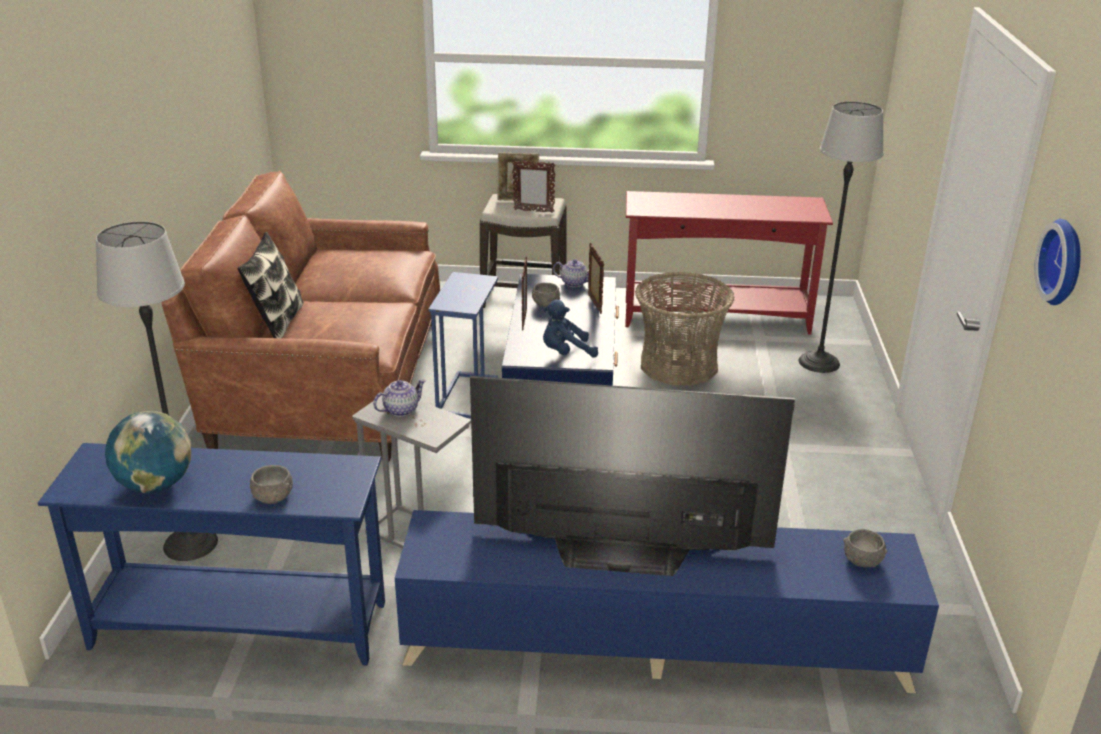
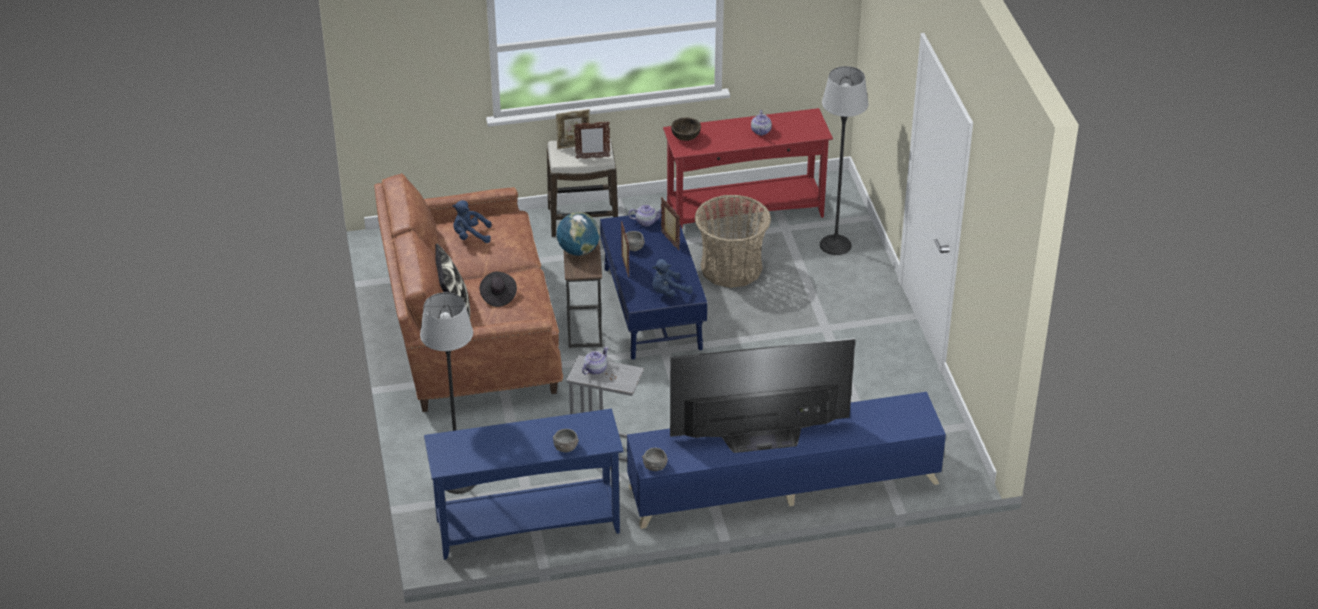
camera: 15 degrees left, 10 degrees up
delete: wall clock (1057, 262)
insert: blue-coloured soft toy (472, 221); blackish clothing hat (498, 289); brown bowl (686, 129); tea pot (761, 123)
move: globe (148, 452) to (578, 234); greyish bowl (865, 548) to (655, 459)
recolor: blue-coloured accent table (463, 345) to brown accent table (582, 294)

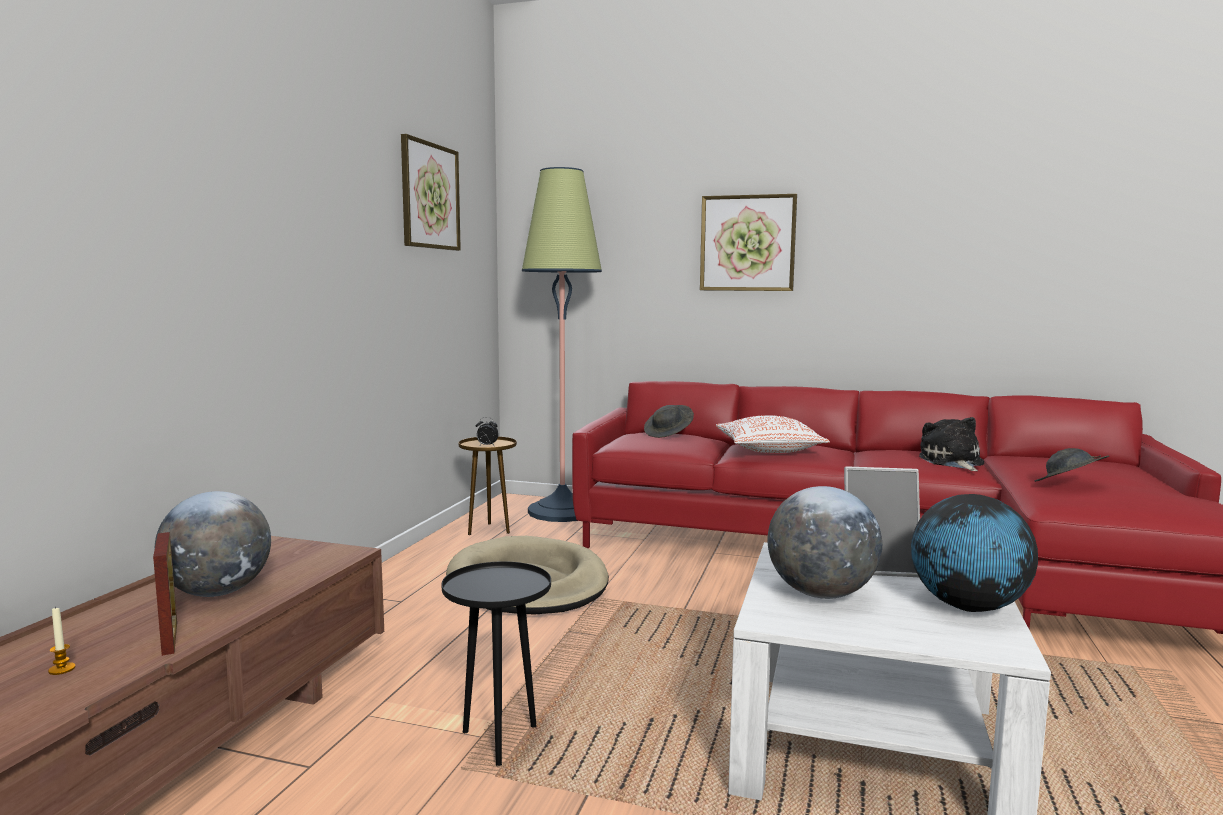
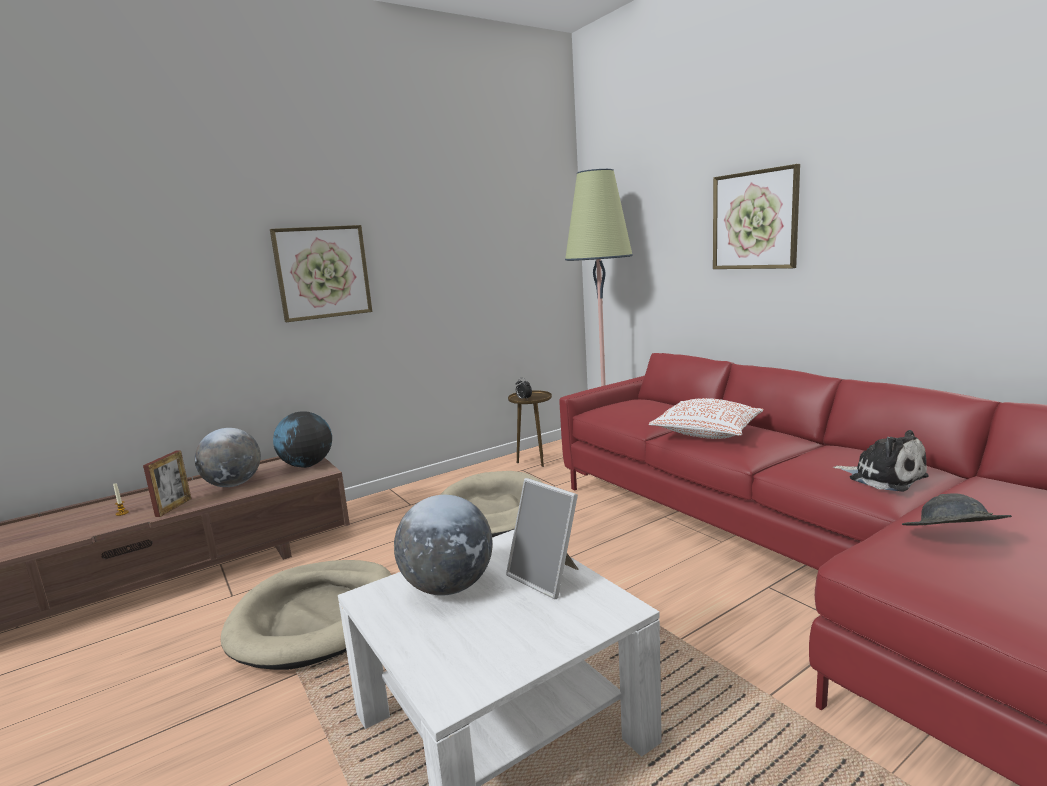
camera: 40 degrees right, 5 degrees up
delete: greyish clothing hat (669, 421)
move: wall art (431, 192) to (321, 273); globe (974, 553) to (302, 439)
replace: blackish accent table (496, 663) to beige dog cushion (306, 615)
rotate: soft toy (951, 444) = (881, 461) 105 degrees clockwise

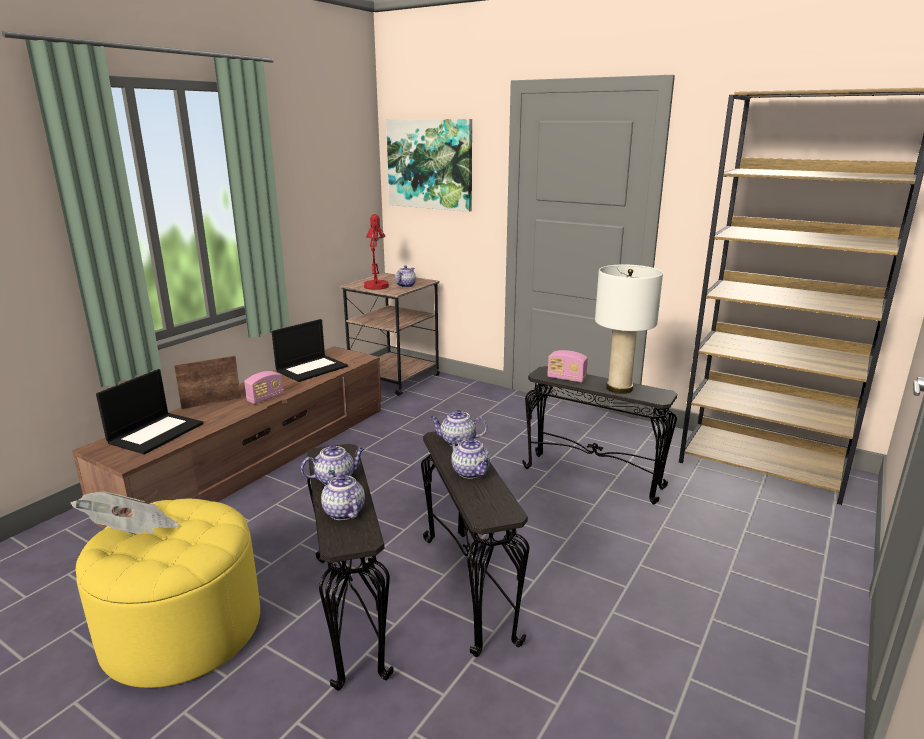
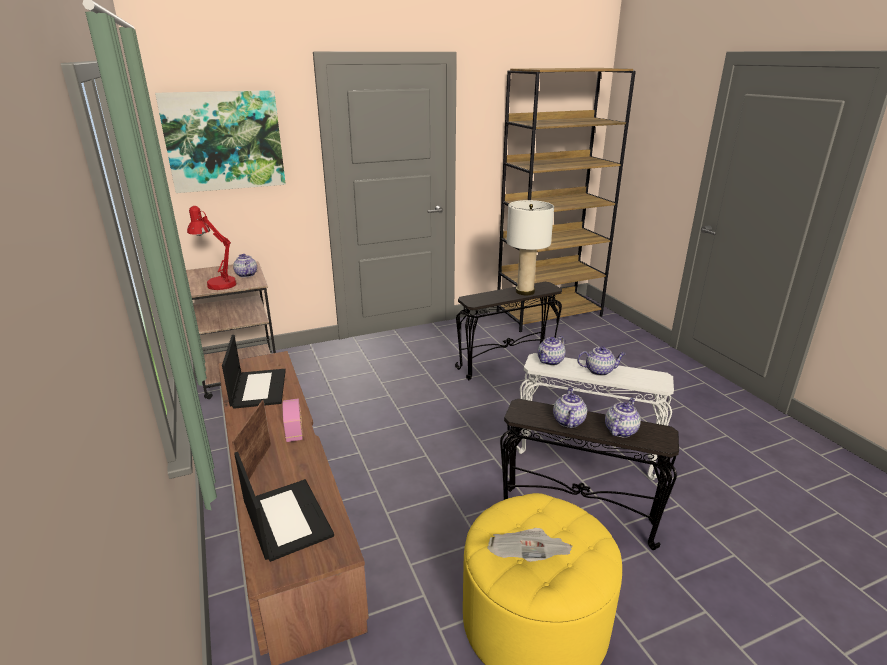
camera: 55 degrees left, 5 degrees up
delete: radio (567, 366)
recolor: blackish accent table (475, 544) to white accent table (595, 416)
rotate: tea pot (343, 495) = (623, 418) 120 degrees clockwise

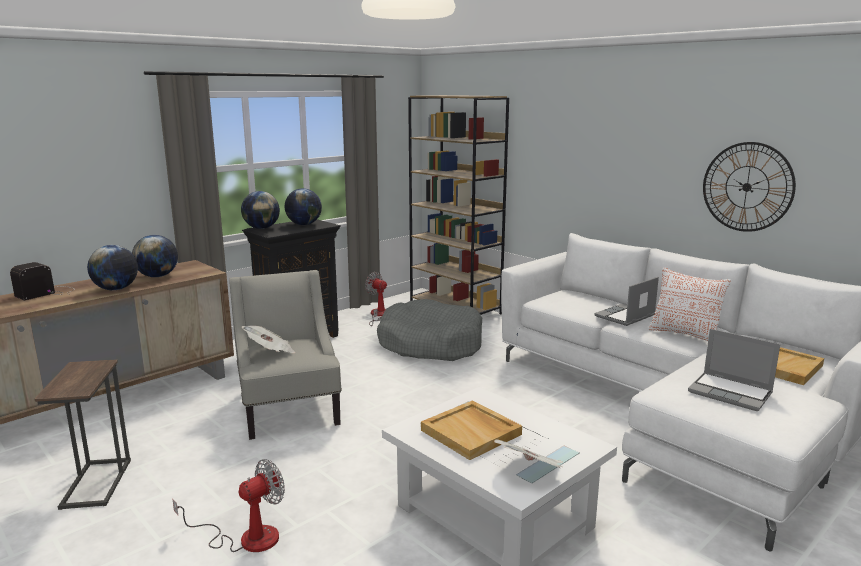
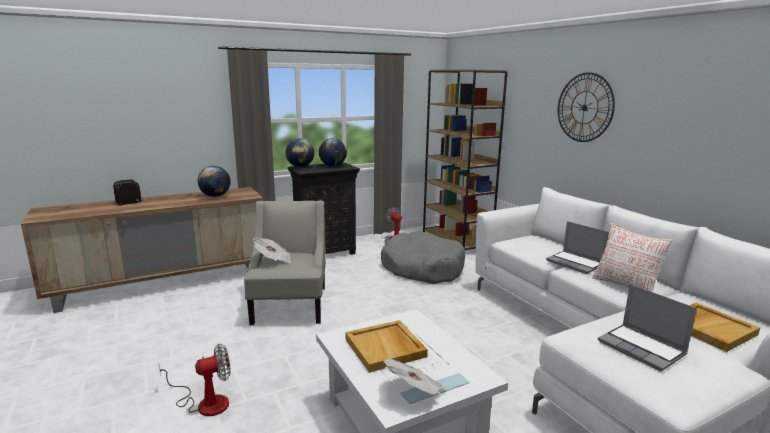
camera: 15 degrees right, 0 degrees up
delete: brown accent table (82, 434); globe (112, 267)
move: wall clock (749, 187) to (586, 107)
rotate: laptop (626, 301) = (577, 247) 105 degrees counterclockwise

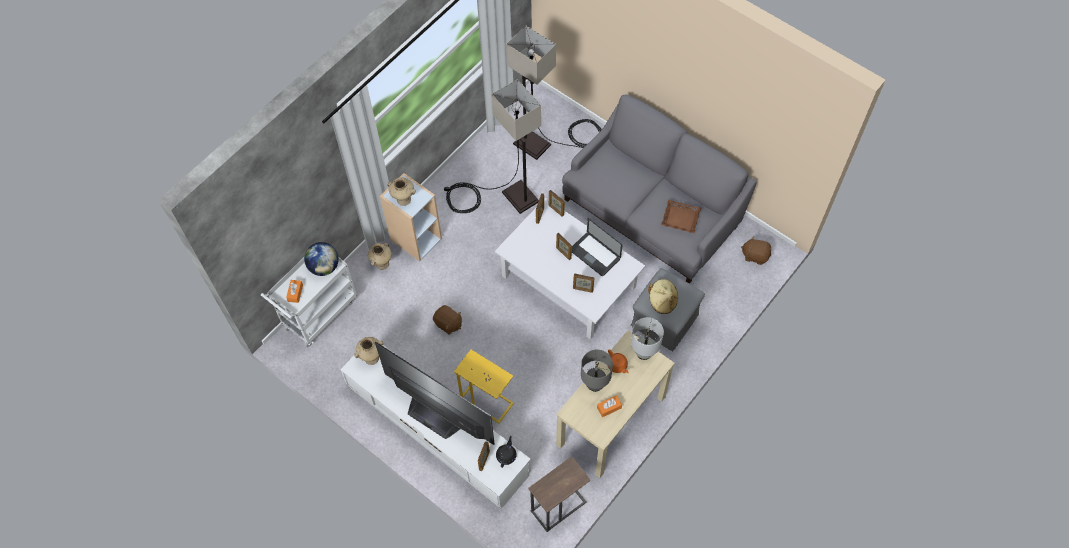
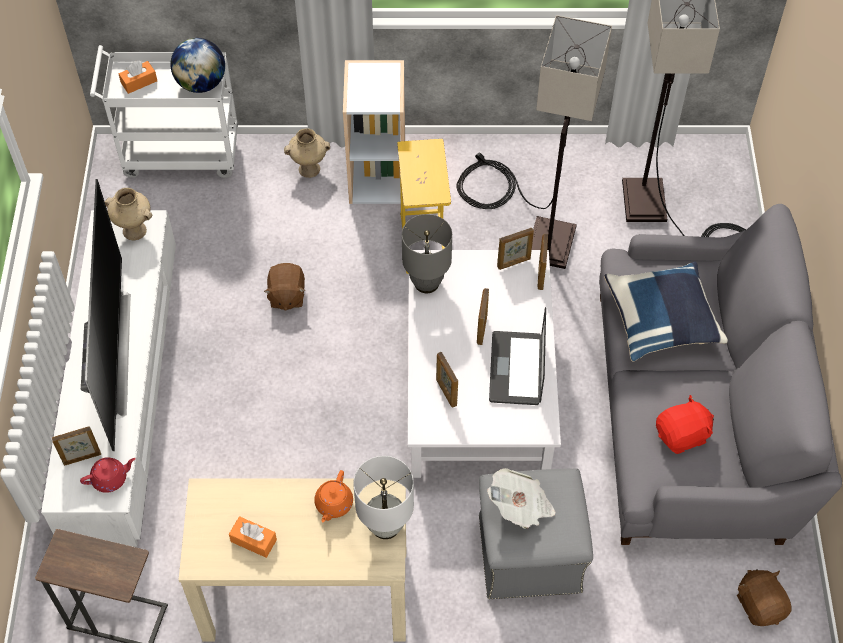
camera: 50 degrees right, 5 degrees down
delete: beige decorative vase (401, 191)
insert: blue-coloured throw pillow (666, 311)
move: yellow accent table (484, 387) to (424, 206); greyish tabletop lamp (597, 370) to (427, 253)
replace: beige clothing hat (663, 296) to printed paper (521, 498); brown serving tray (681, 216) to red soft toy (685, 424)
recolor: blackish tea pot (506, 452) to red tea pot (108, 475)

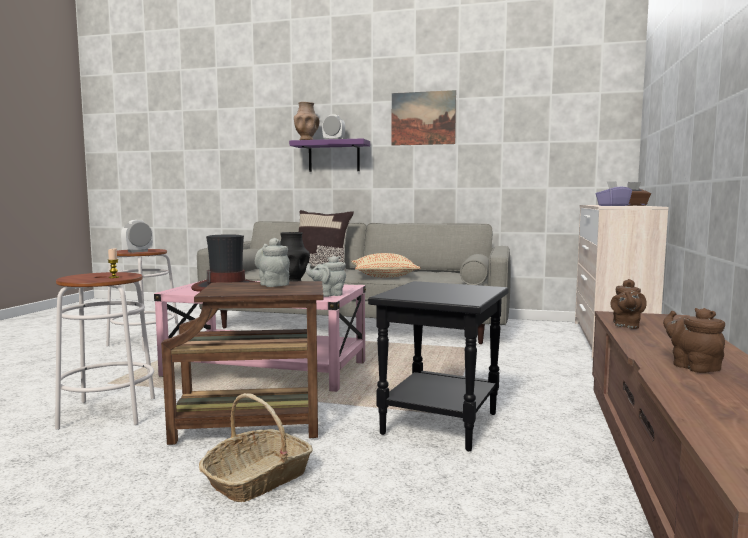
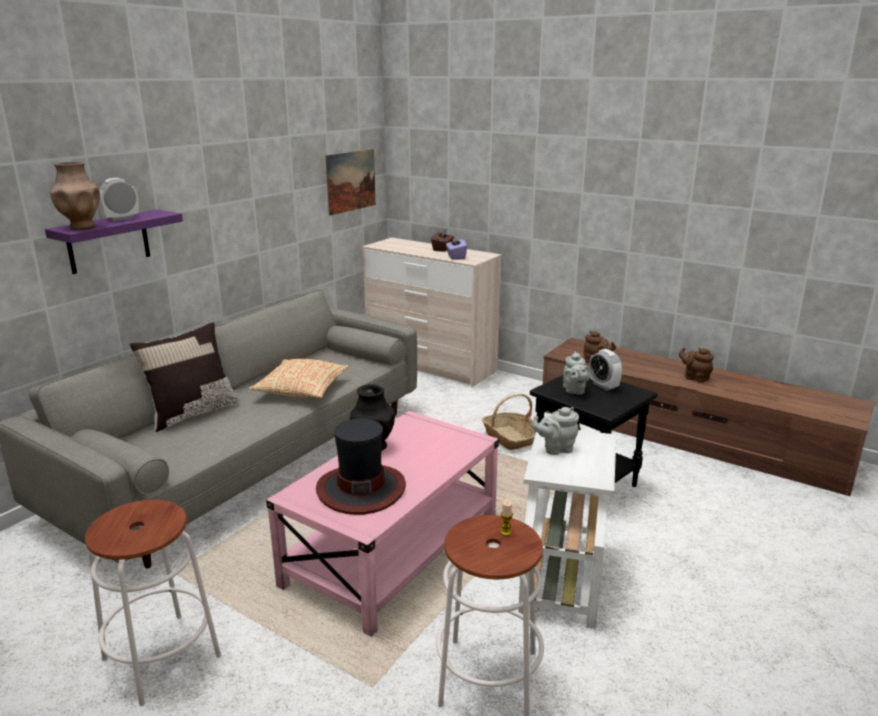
camera: 70 degrees left, 15 degrees up
move: wall art (423, 118) to (350, 182); basket (256, 447) to (509, 422); greyish tea pot (326, 276) to (577, 373); table clock (137, 236) to (605, 370)
recolor: brown accent table (242, 363) to white accent table (567, 529)
rotate: brown tea pot (694, 340) = (696, 365) 45 degrees clockwise

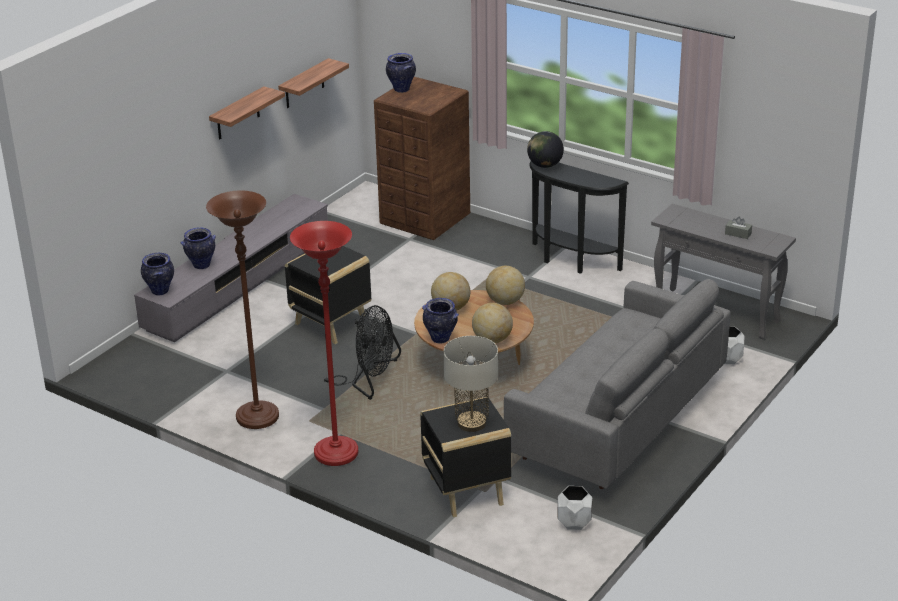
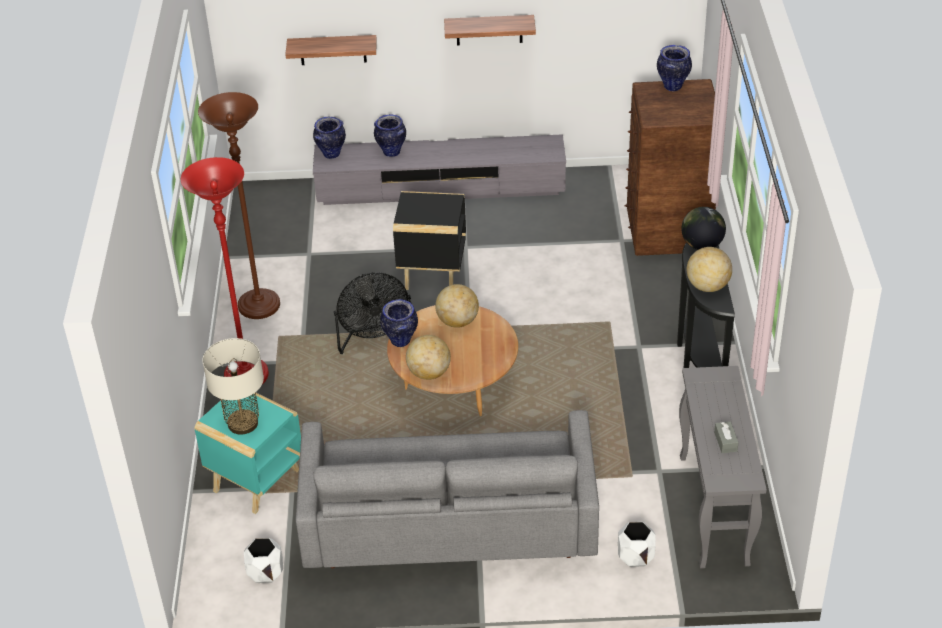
camera: 55 degrees right, 10 degrees up
move: bracket shelf (313, 83) to (331, 50); globe (505, 285) to (709, 269)
recolor: blackish accent table (465, 457) to blue-green accent table (248, 453)

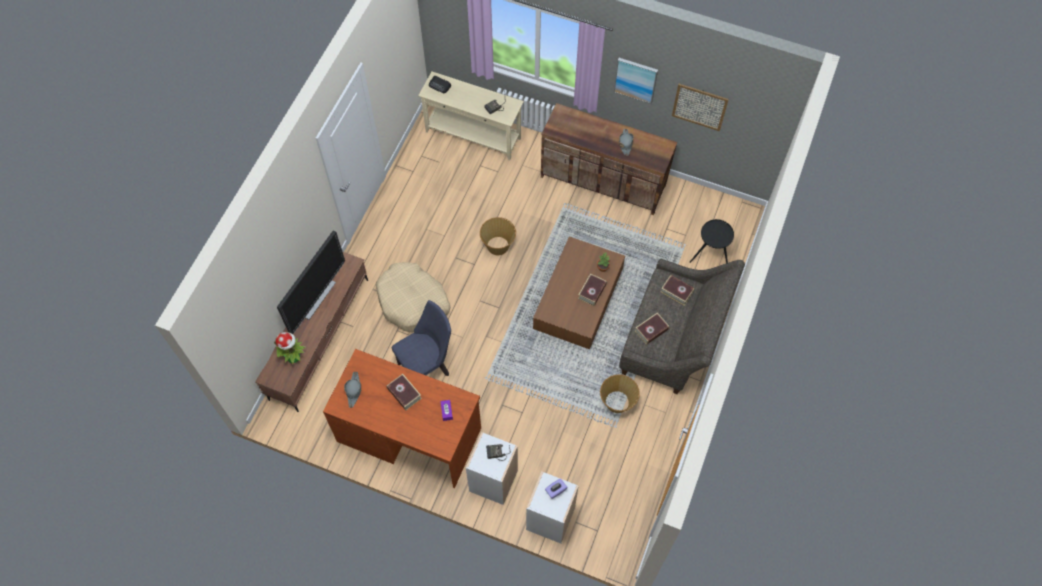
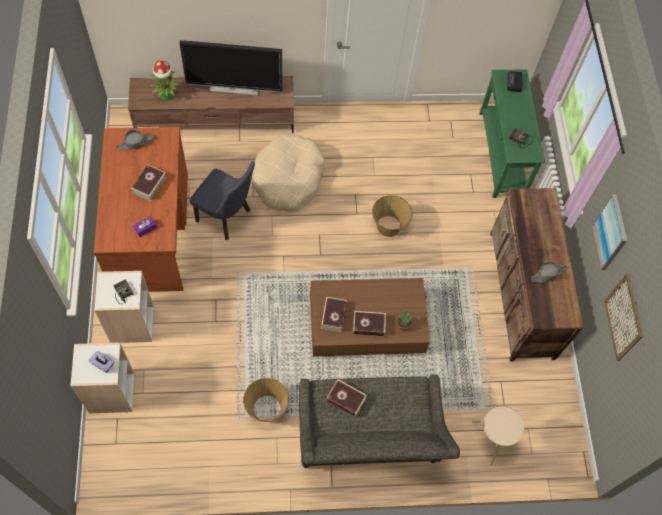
camera: 60 degrees right, 0 degrees up
move: volume (678, 290) to (334, 314)
recolor: blackish accent table (712, 241) to beige accent table (498, 435); beige console table (471, 116) to greenish console table (512, 133)

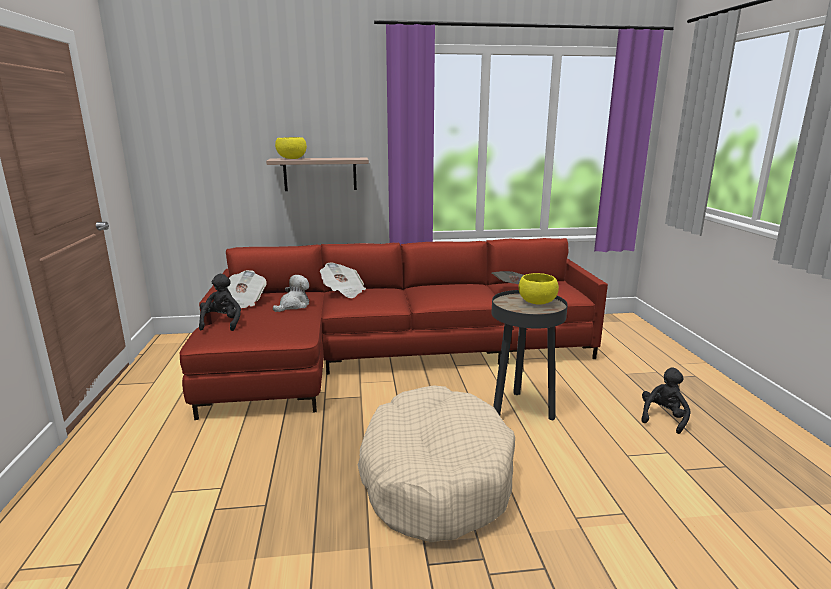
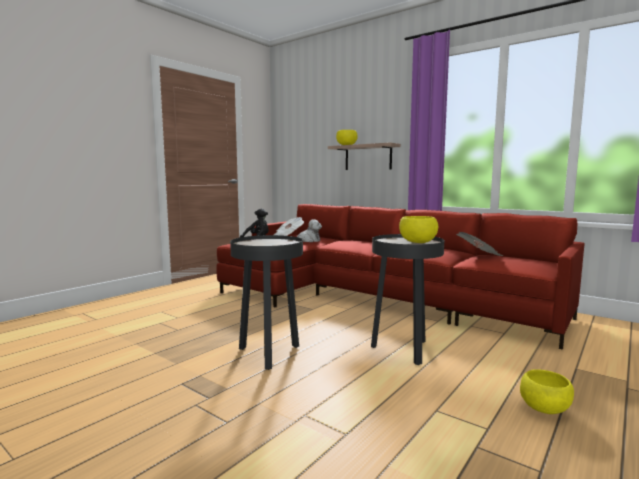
camera: 45 degrees right, 10 degrees down
delete: printed paper (343, 280)
replace: beige dog cushion (436, 464) to blackish accent table (266, 302); blackish soft toy (665, 400) to yellow bowl (547, 391)

